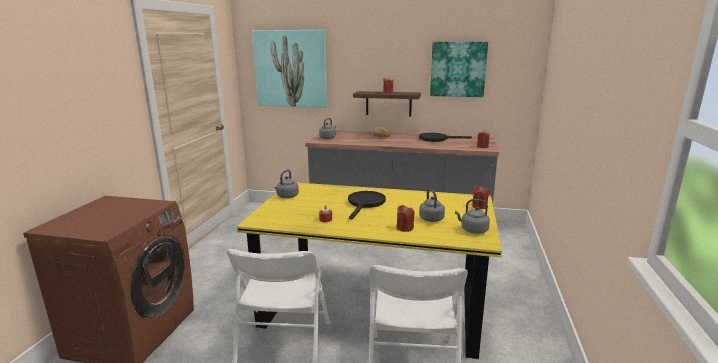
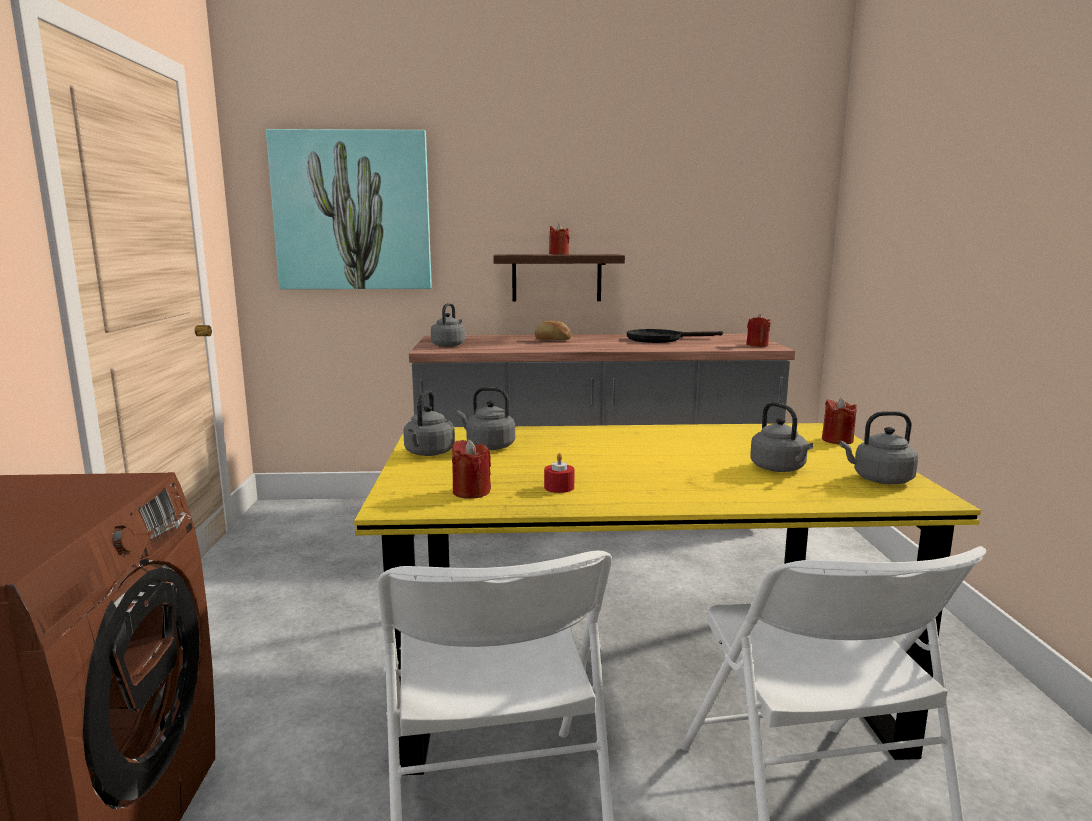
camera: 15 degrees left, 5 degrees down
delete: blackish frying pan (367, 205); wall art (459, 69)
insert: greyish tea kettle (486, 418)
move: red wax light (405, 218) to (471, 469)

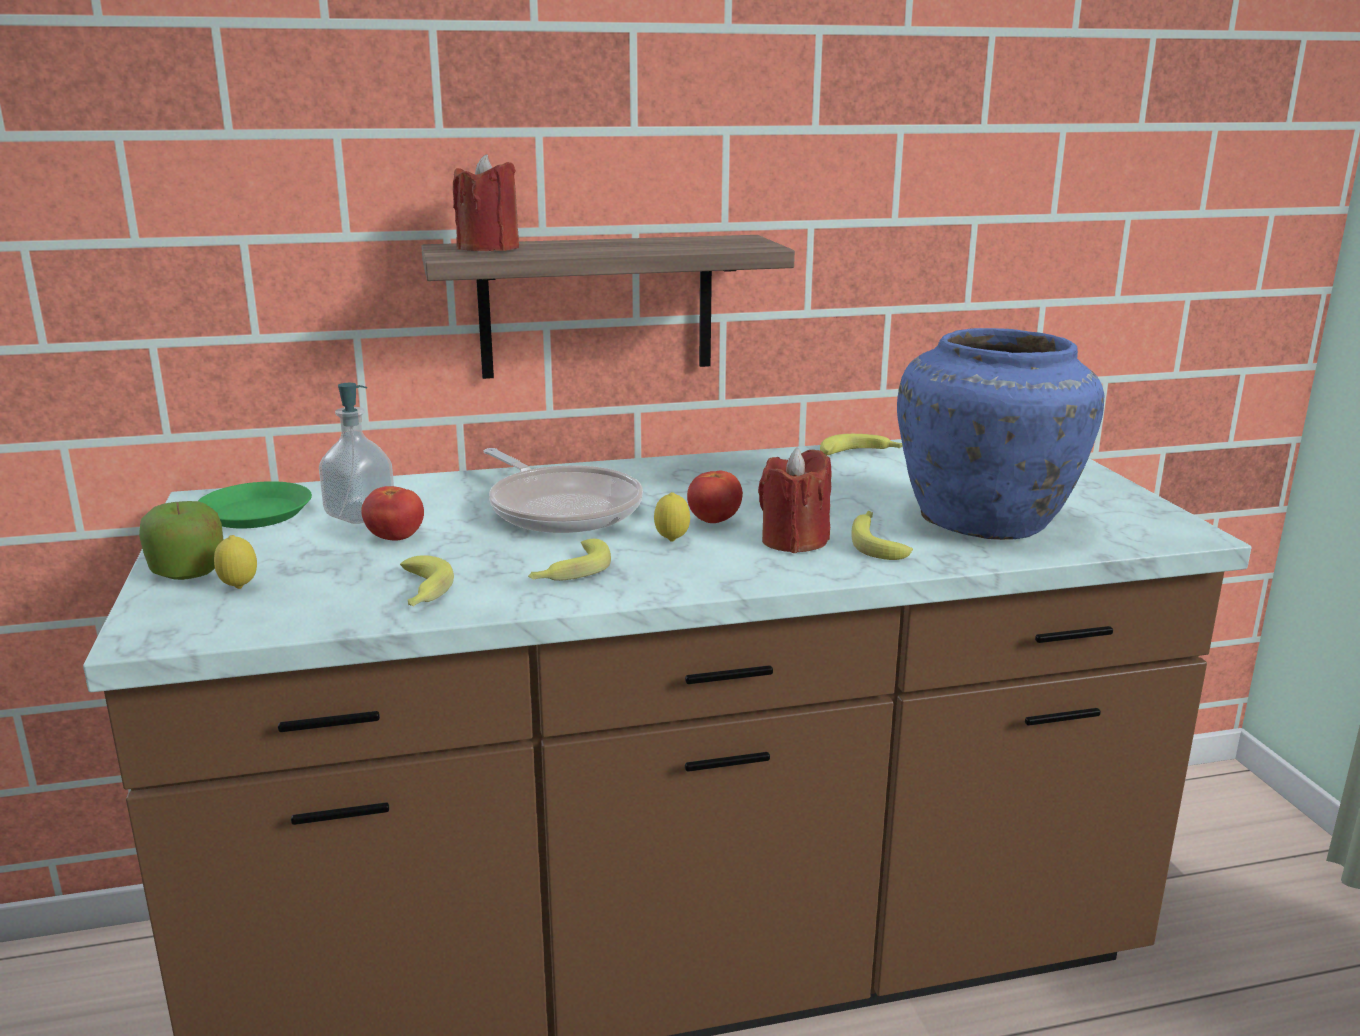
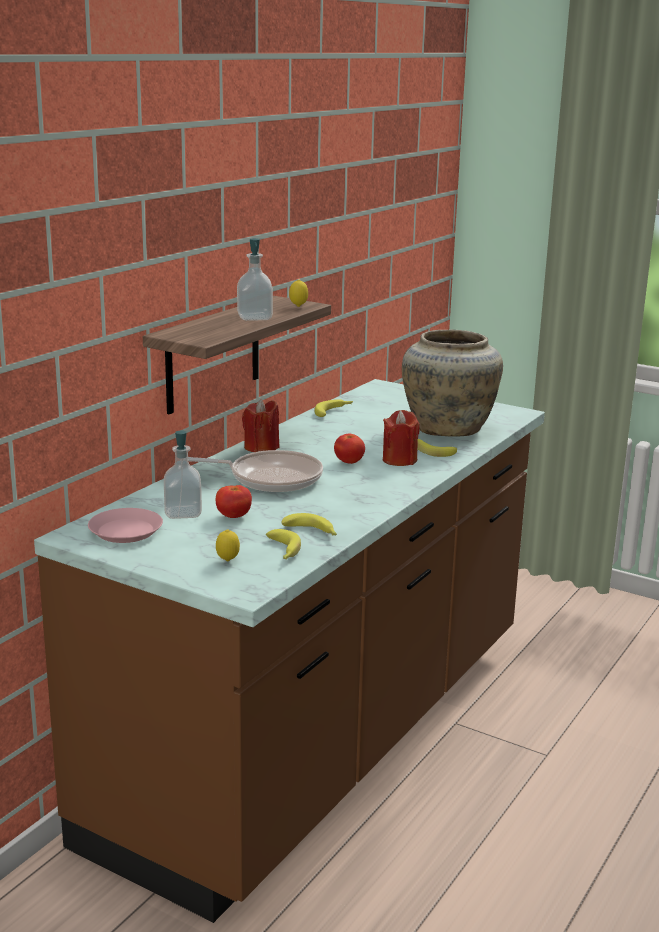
camera: 45 degrees left, 0 degrees up
delete: whole apple (181, 540)
insert: liquid soap bottle (255, 279)
move: red wax light (486, 202) to (260, 425); banana (569, 560) to (283, 544); lemon (672, 517) to (298, 293)
recolor: greenish dinner plate (255, 505) to pink dinner plate (125, 525); blue-coloured decorative vase (1000, 434) to beige decorative vase (452, 383)

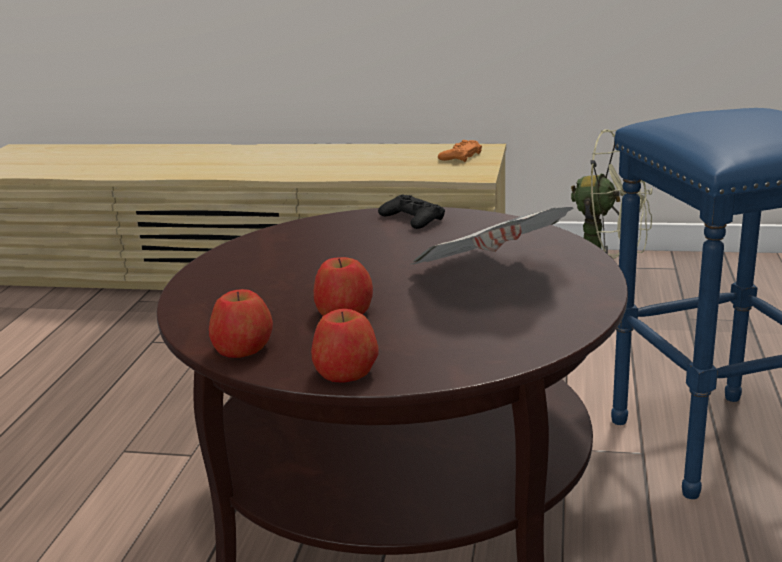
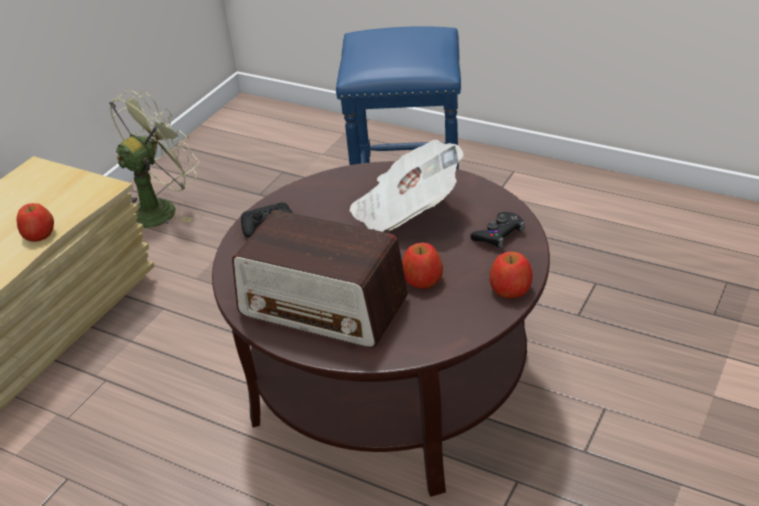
camera: 70 degrees left, 15 degrees up
delete: orange game controller (460, 151)
insert: radio (320, 279); blackish game controller (498, 230)
move: whole apple (241, 323) to (35, 222)

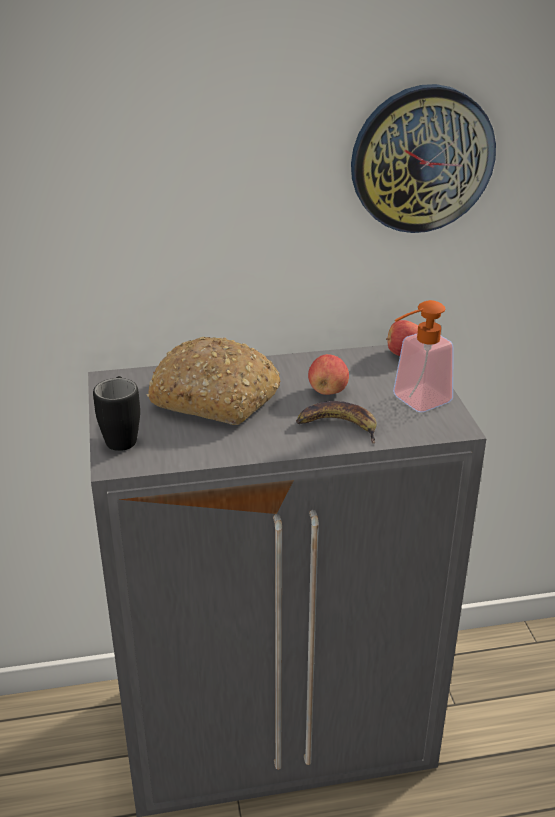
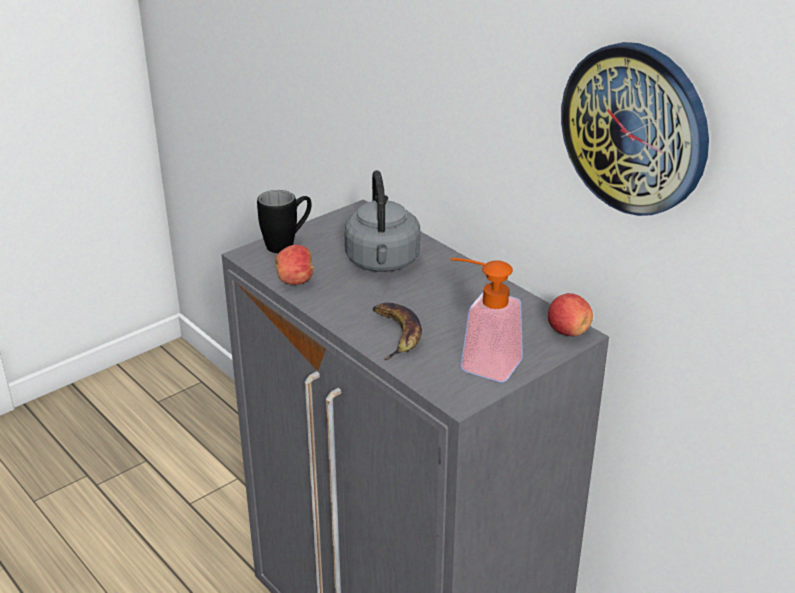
camera: 60 degrees right, 0 degrees up
move: whole apple (328, 374) to (295, 265)
replace: bread (213, 381) to greyish tea kettle (382, 221)

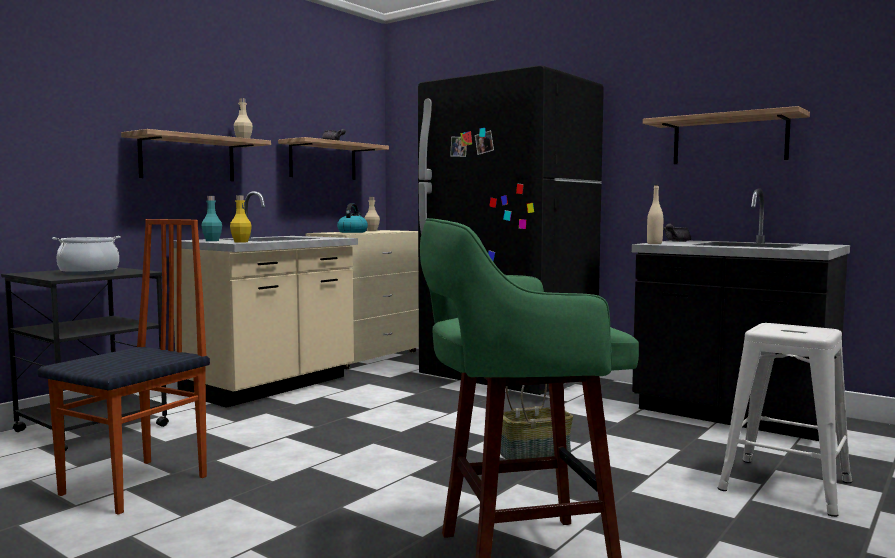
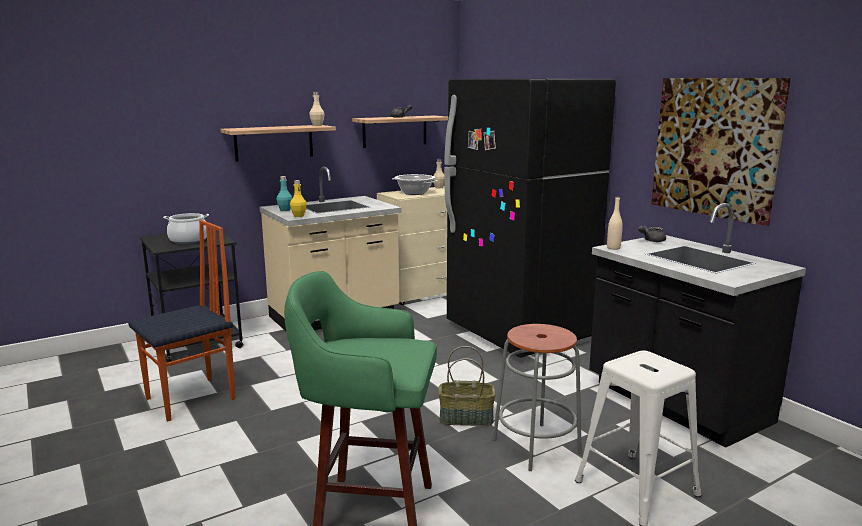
camera: 20 degrees right, 10 degrees up
insert: greyish stool seat (537, 397)
replace: tea kettle (352, 218) to stockpot (415, 184); bracket shelf (726, 135) to wall art (721, 152)

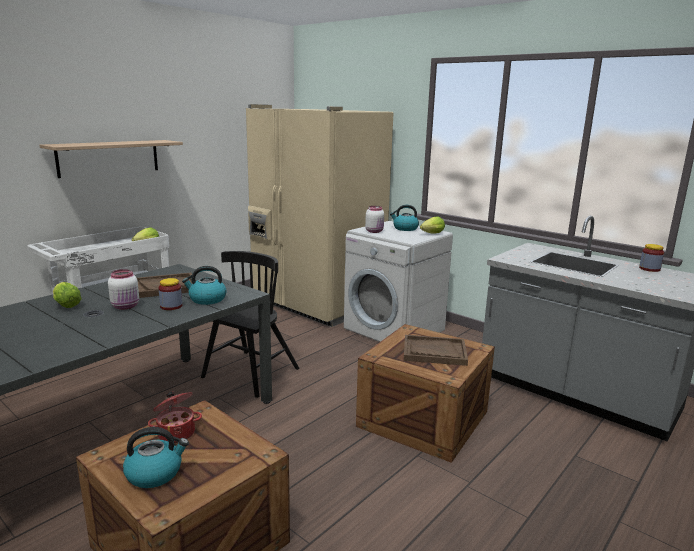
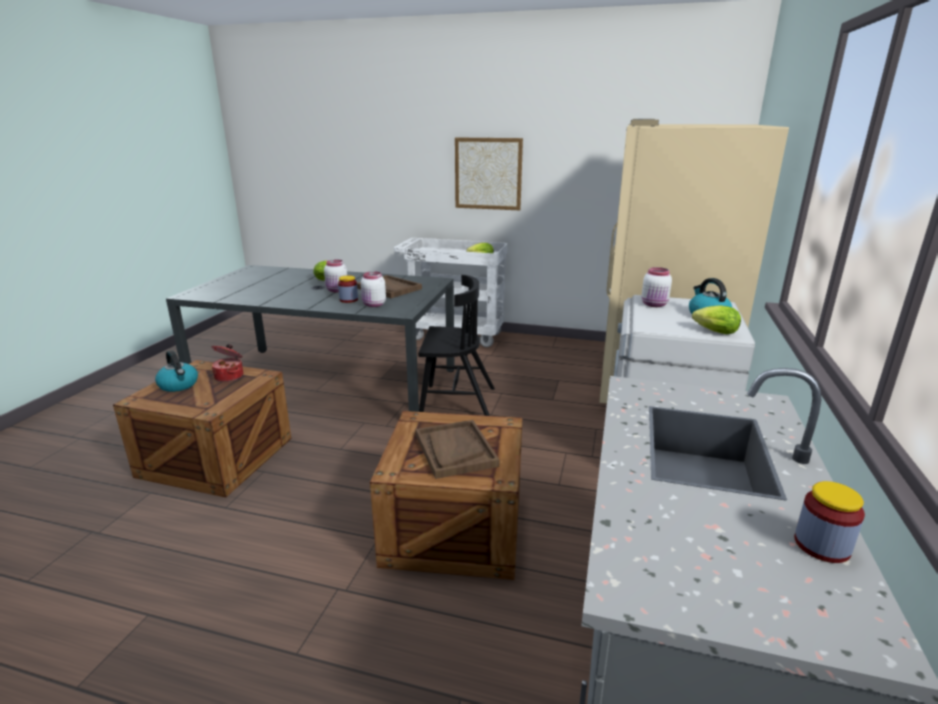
camera: 65 degrees right, 5 degrees up
replace: tea kettle (204, 285) to white preserve jar (373, 289); bracket shelf (111, 159) to wall art (489, 173)

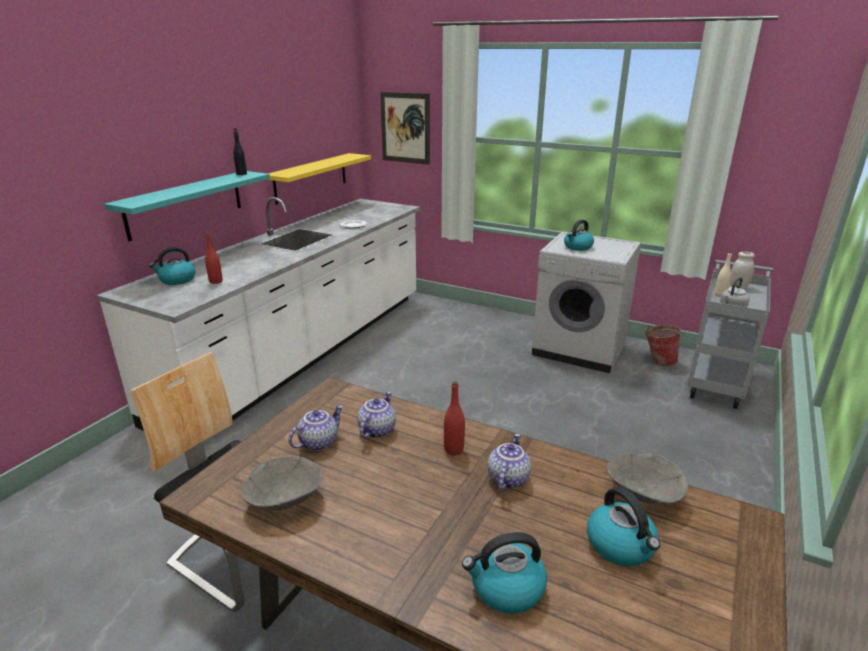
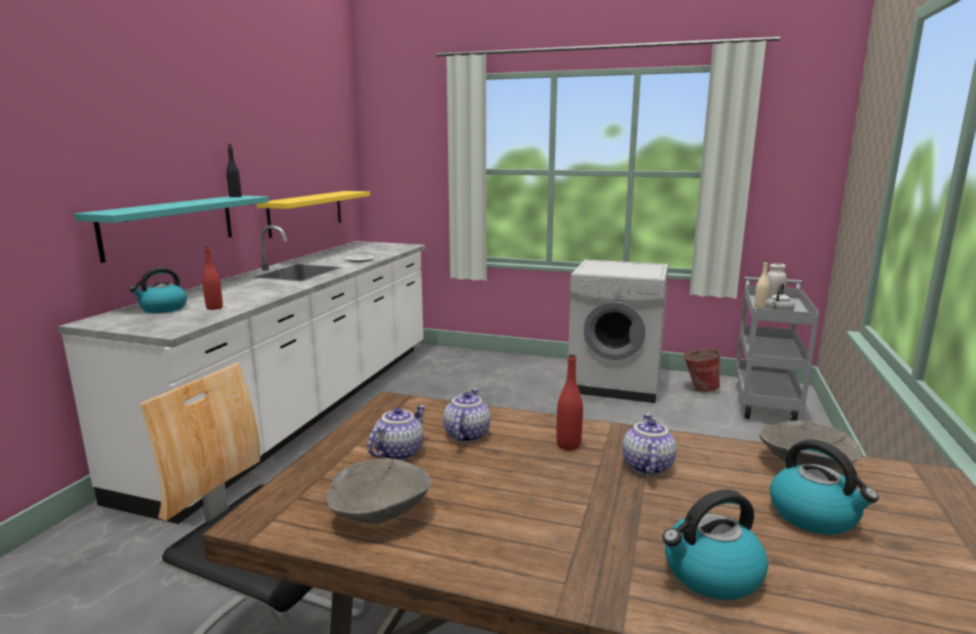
camera: 10 degrees left, 10 degrees down
delete: wall art (405, 128); tea kettle (579, 235)

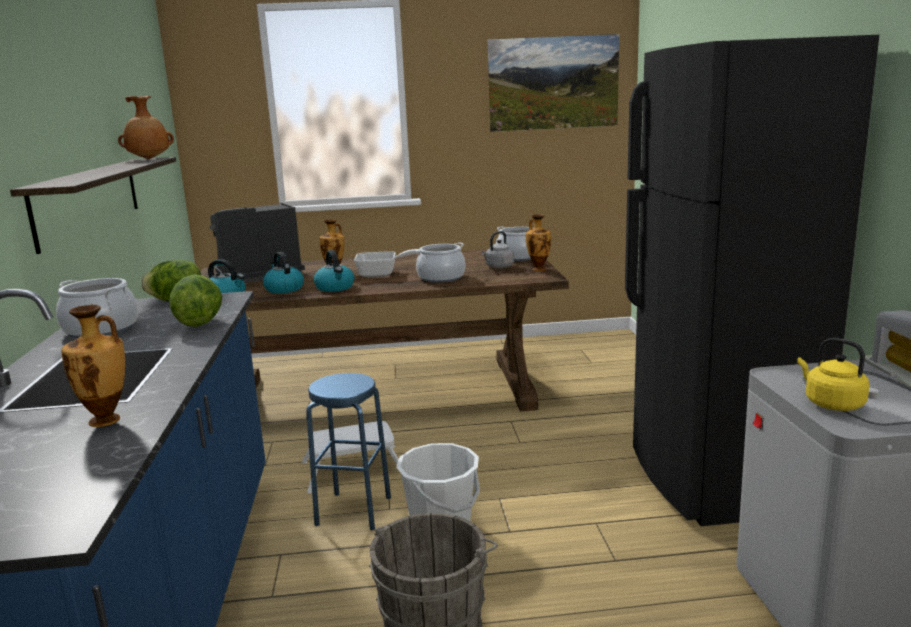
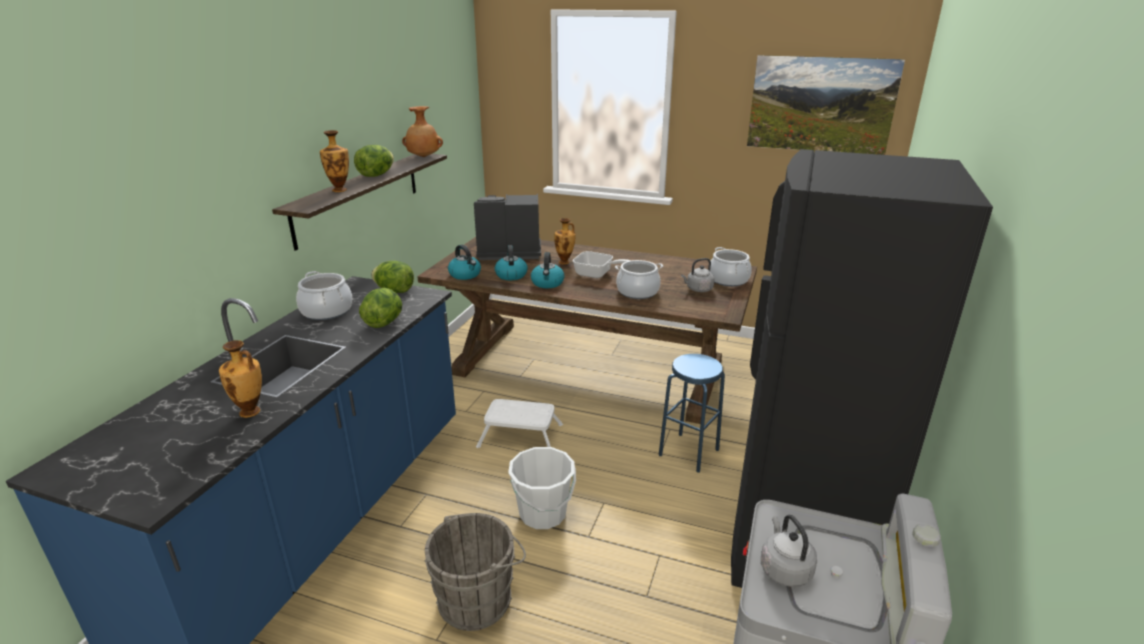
camera: 25 degrees right, 10 degrees up
insert: lettuce (374, 161)
move: decorative vase (538, 242) to (334, 161); blue-coloured stool seat (348, 452) to (692, 413)
recolor: yellow tea kettle (833, 374) to greyish tea kettle (789, 551)

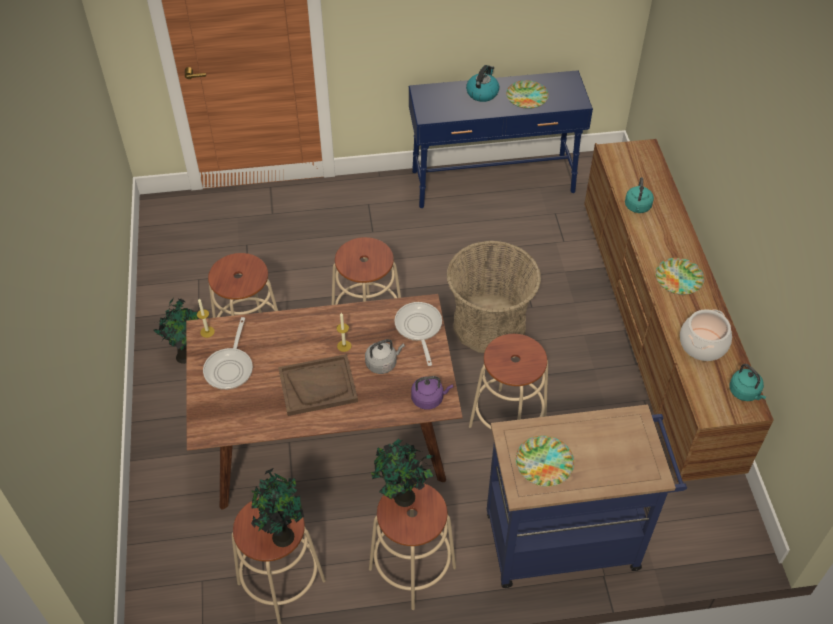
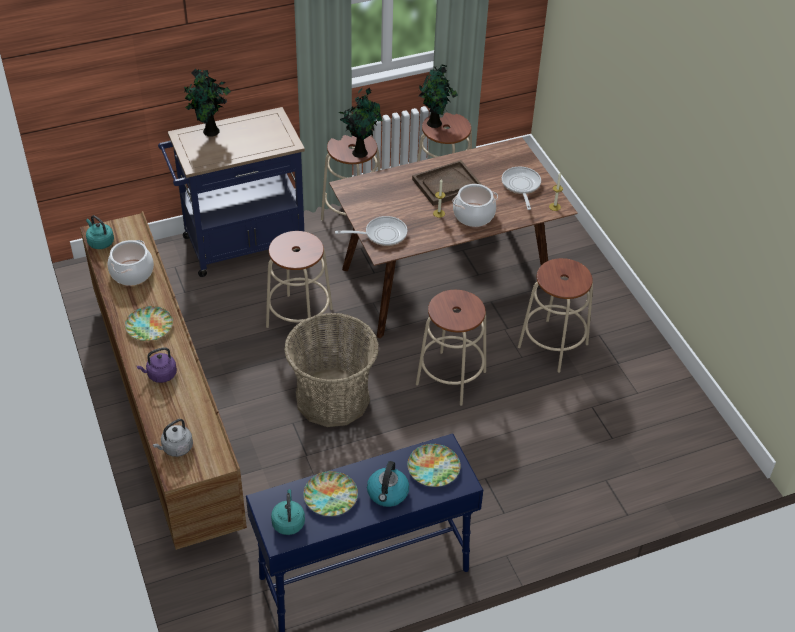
camera: 165 degrees right, 5 degrees down
insert: stockpot (475, 205)
move: purple-coloured tea kettle (432, 393) to (157, 365); greyish tea kettle (385, 356) to (173, 438); potted plant (175, 331) to (207, 103); blue-green tea kettle (639, 195) to (288, 512); dinner plate (545, 461) to (434, 465)
rotate: frying pan (418, 334) = (371, 231) 75 degrees counterclockwise

